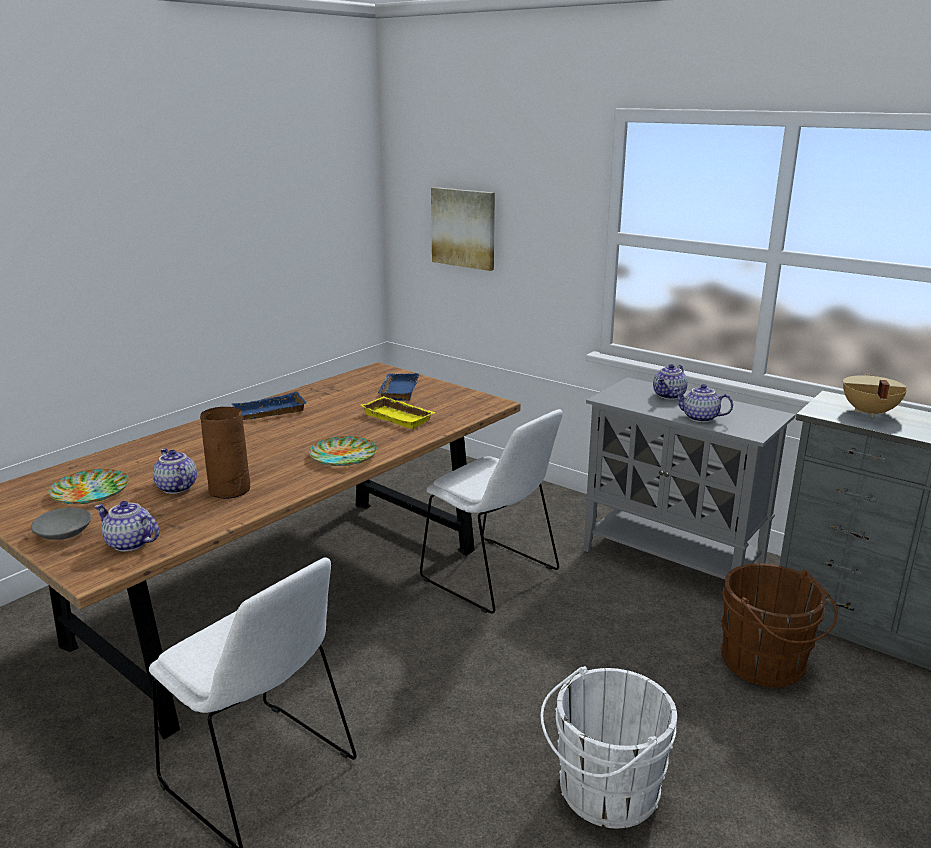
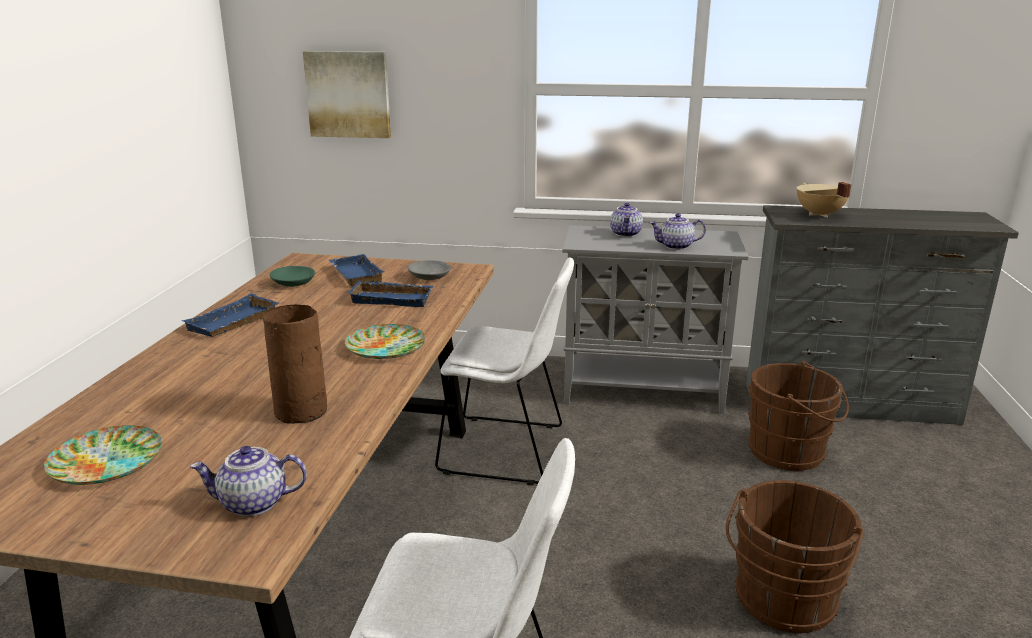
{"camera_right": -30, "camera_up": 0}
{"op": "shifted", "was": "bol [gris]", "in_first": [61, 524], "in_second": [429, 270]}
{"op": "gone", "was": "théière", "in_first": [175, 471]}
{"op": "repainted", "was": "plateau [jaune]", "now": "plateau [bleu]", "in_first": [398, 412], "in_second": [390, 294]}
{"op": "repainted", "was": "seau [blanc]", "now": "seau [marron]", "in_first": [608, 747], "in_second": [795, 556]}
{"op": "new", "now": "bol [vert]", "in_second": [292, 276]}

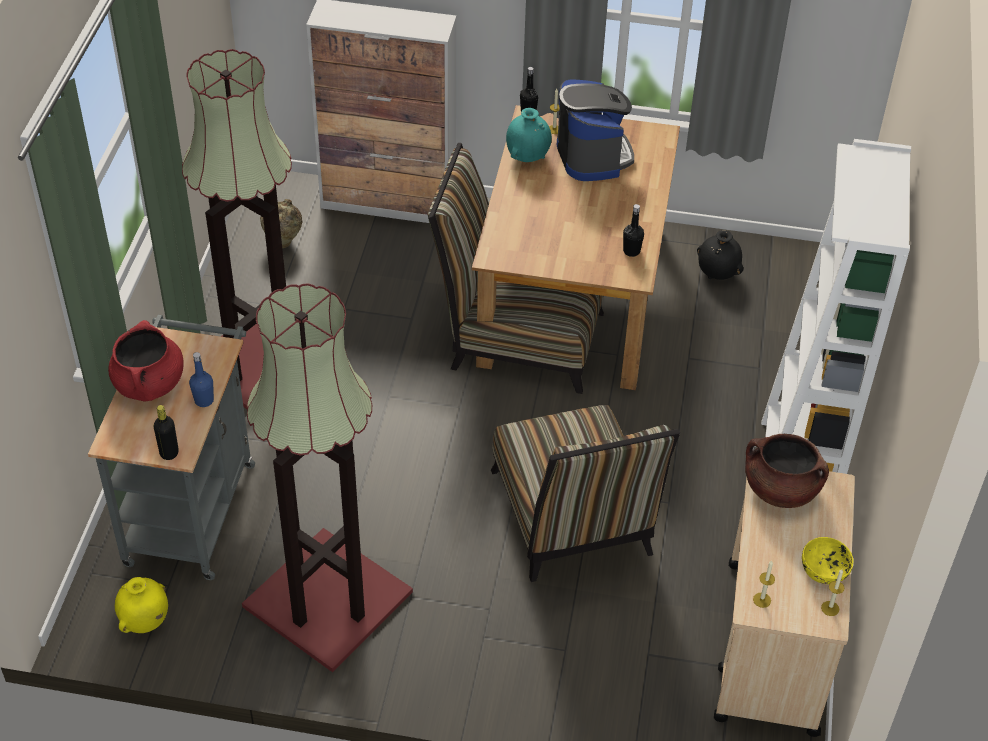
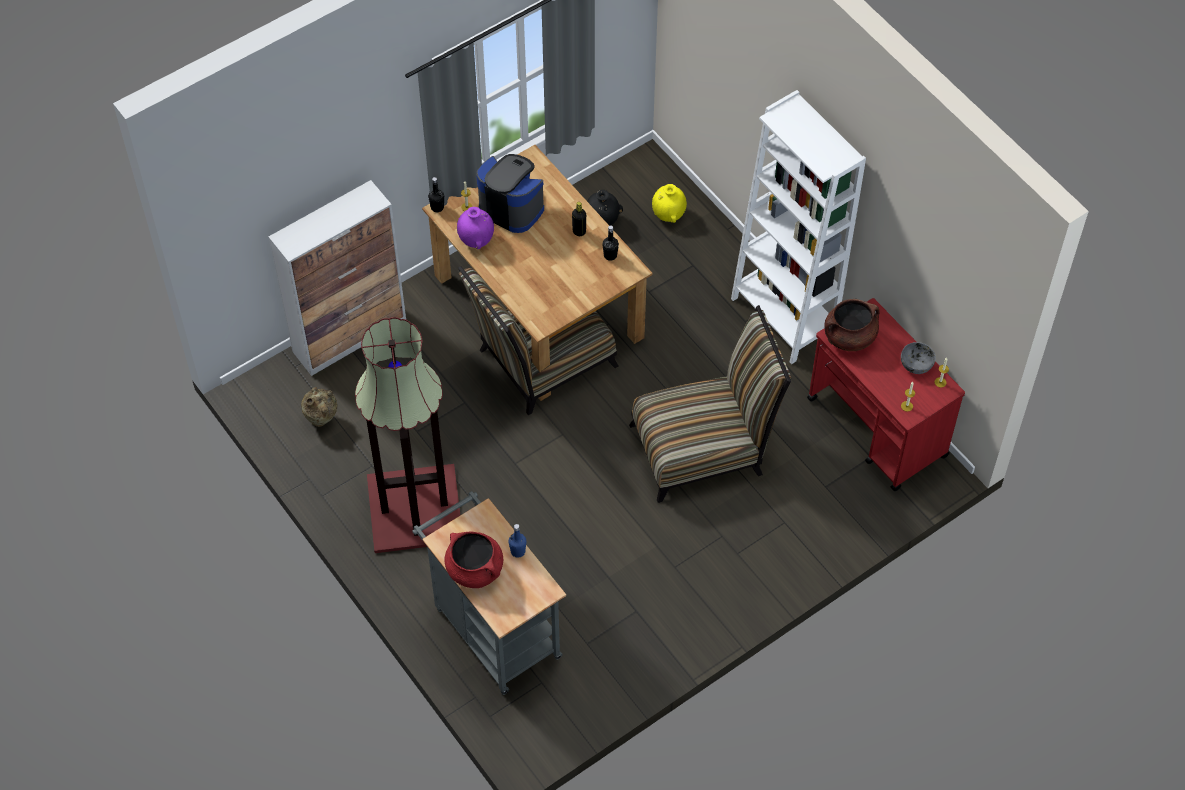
{"camera_right": -45, "camera_up": 10}
{"op": "shifted", "was": "vase [jaune]", "in_first": [141, 605], "in_second": [669, 203]}
{"op": "shifted", "was": "bouteille [noir]", "in_first": [166, 432], "in_second": [579, 219]}
{"op": "gone", "was": "lampadaire", "in_first": [327, 477]}
{"op": "rotated", "was": "chaise", "in_first": [585, 493], "in_second": [710, 404], "clockwise": -45}
{"op": "repainted", "was": "vase [turquoise]", "now": "vase [violet]", "in_first": [529, 135], "in_second": [475, 228]}
{"op": "repainted", "was": "chariot [beige]", "now": "chariot [rouge]", "in_first": [784, 604], "in_second": [886, 394]}
{"op": "repainted", "was": "bol [jaune]", "now": "bol [gris]", "in_first": [828, 560], "in_second": [918, 358]}

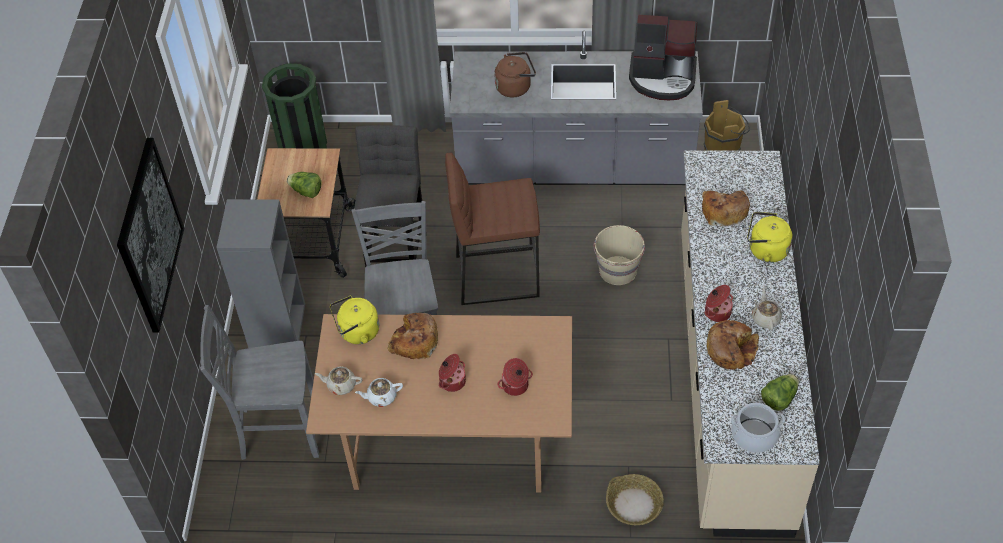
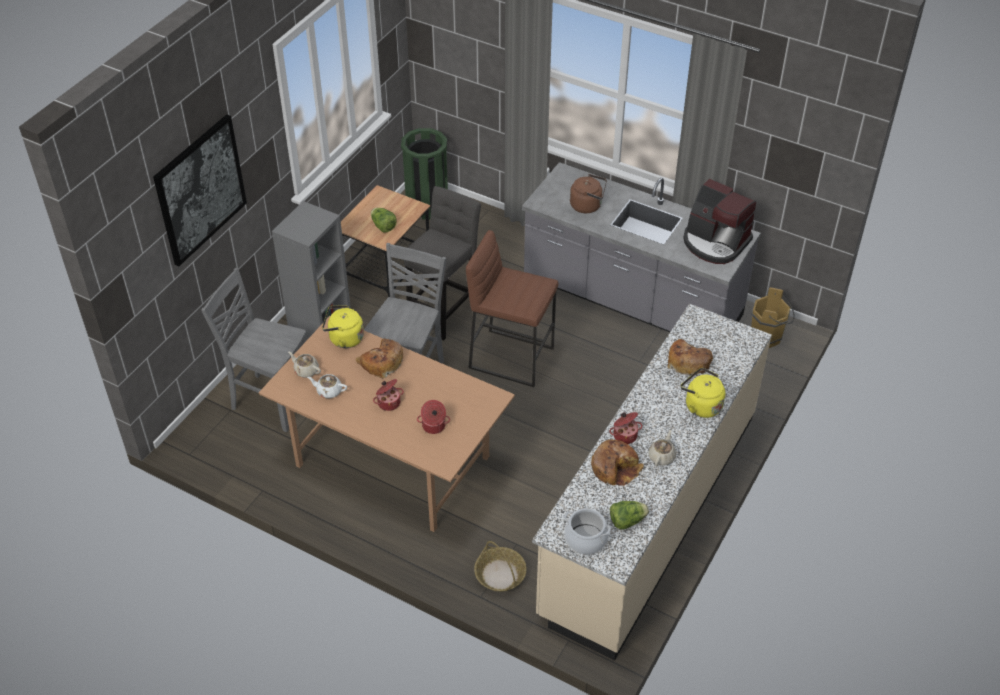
{"camera_right": 25, "camera_up": -5}
{"op": "gone", "was": "seau [beige]", "in_first": [619, 255]}

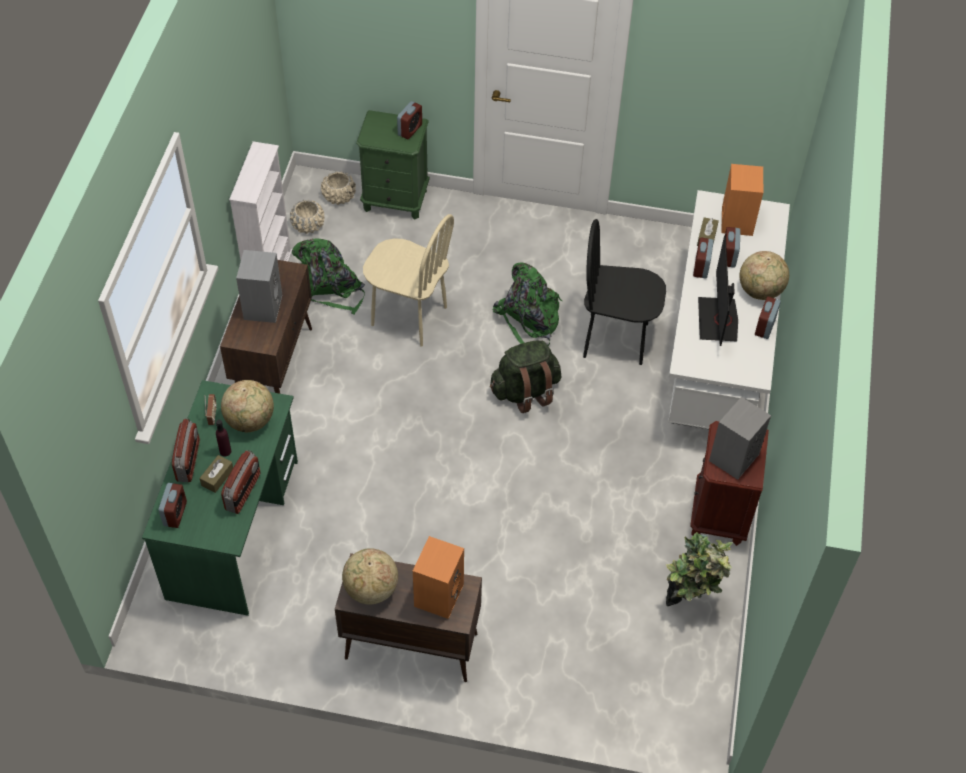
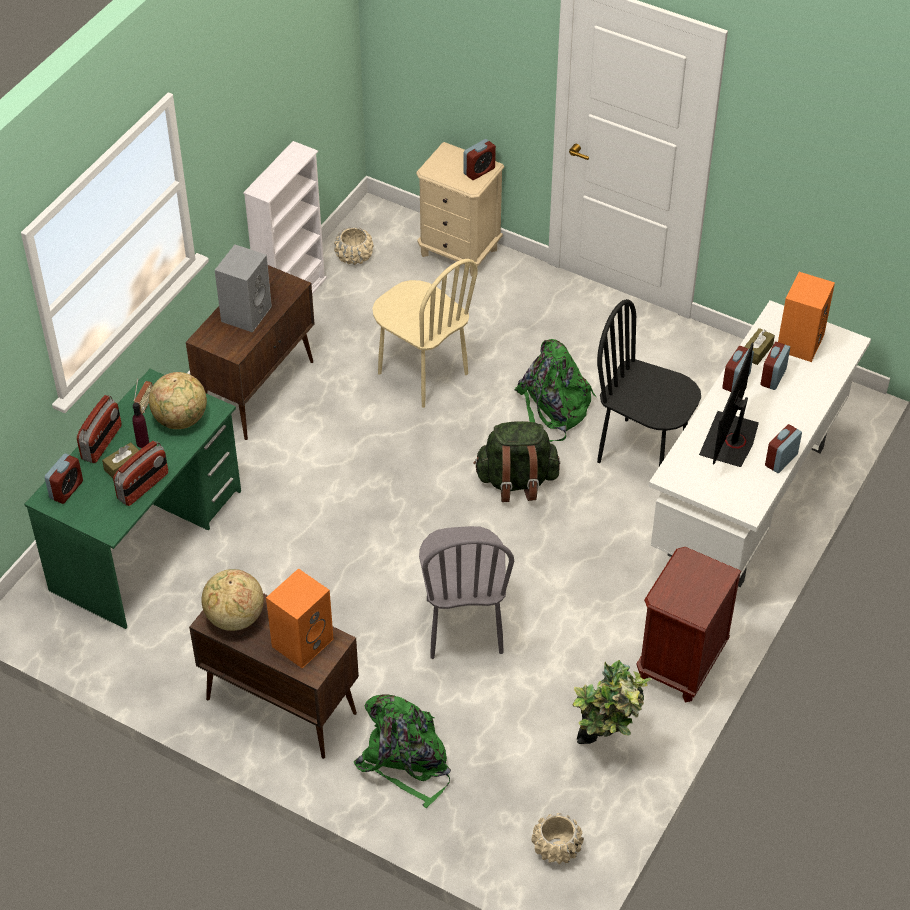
{"camera_right": 20, "camera_up": -5}
{"op": "shifted", "was": "sac à dos [vert]", "in_first": [328, 276], "in_second": [402, 751]}
{"op": "shifted", "was": "cache-pot [beige]", "in_first": [338, 188], "in_second": [557, 838]}
{"op": "repainted", "was": "table de chevet [vert]", "now": "table de chevet [beige]", "in_first": [393, 165], "in_second": [460, 209]}
{"op": "gone", "was": "enceinte [gris]", "in_first": [740, 438]}
{"op": "gone", "was": "globe", "in_first": [764, 275]}
{"op": "new", "now": "chaise [gris]", "in_second": [466, 592]}

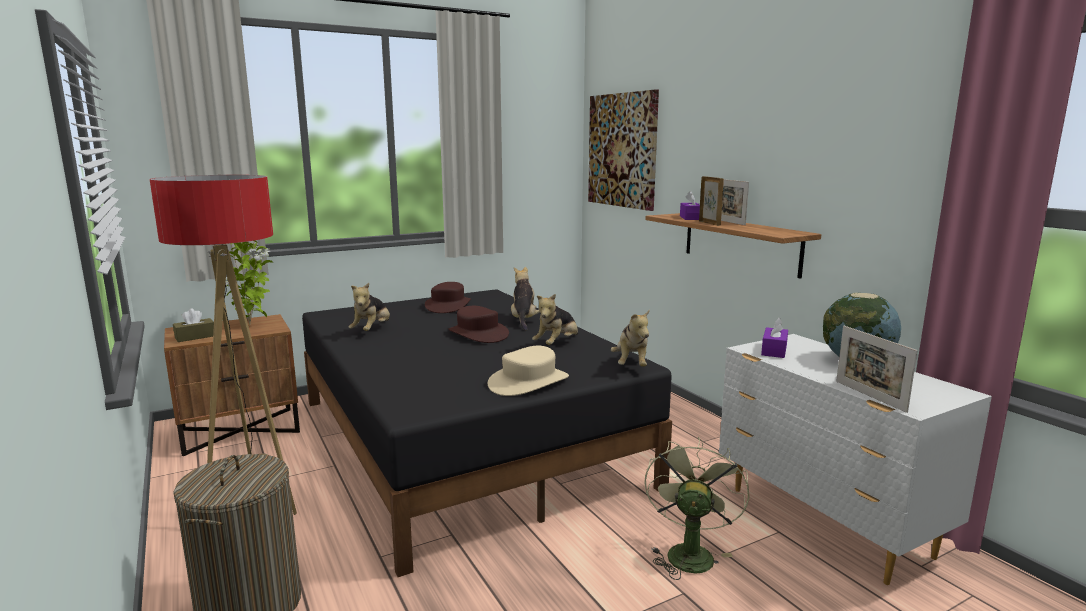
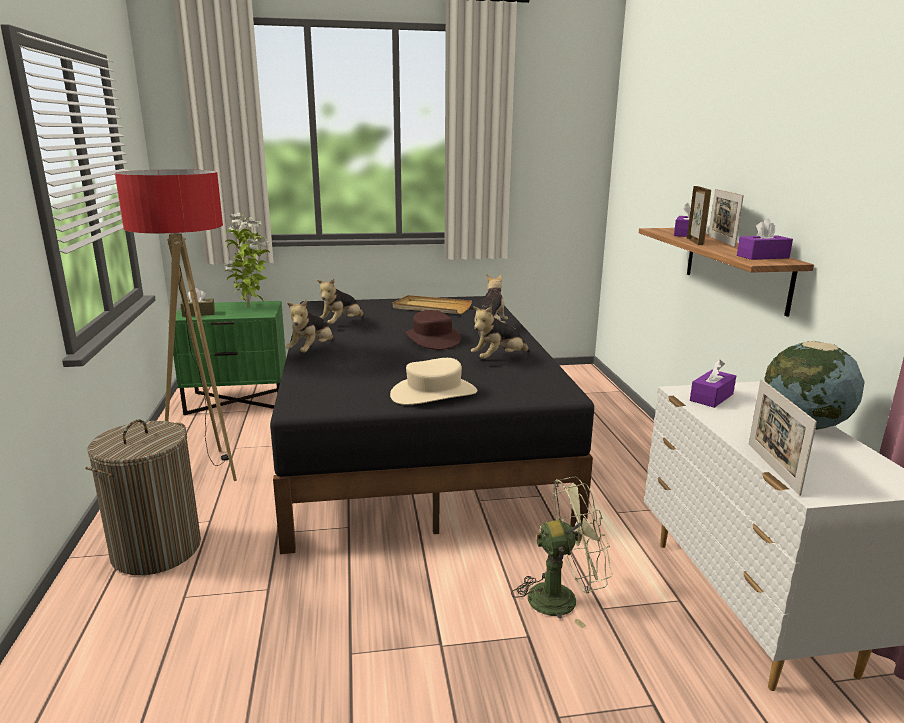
{"camera_right": 20, "camera_up": 5}
{"op": "repainted", "was": "table de chevet [marron]", "now": "table de chevet [vert]", "in_first": [232, 385], "in_second": [229, 358]}
{"op": "swapped", "was": "chapeau [marron]", "now": "plateau [beige]", "in_first": [448, 297], "in_second": [432, 304]}
{"op": "gone", "was": "tableau", "in_first": [623, 150]}
{"op": "shifted", "was": "peluche", "in_first": [630, 338], "in_second": [309, 326]}
{"op": "rotated", "was": "ventilateur [vert]", "in_first": [697, 508], "in_second": [562, 552], "clockwise": 45}
{"op": "new", "now": "boîte à mouchoirs [violet]", "in_second": [765, 239]}

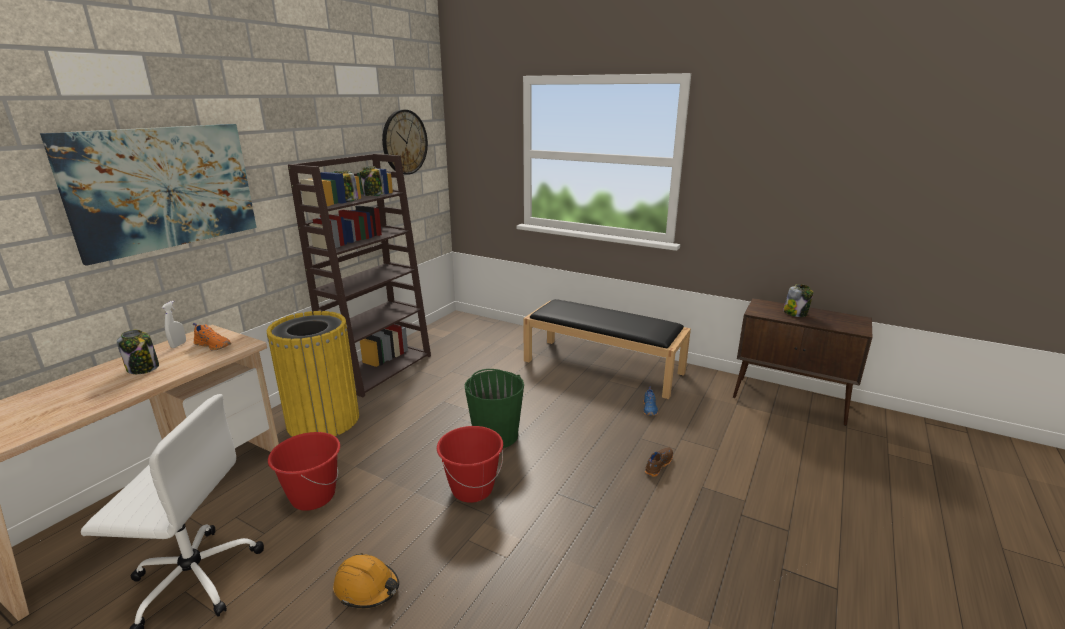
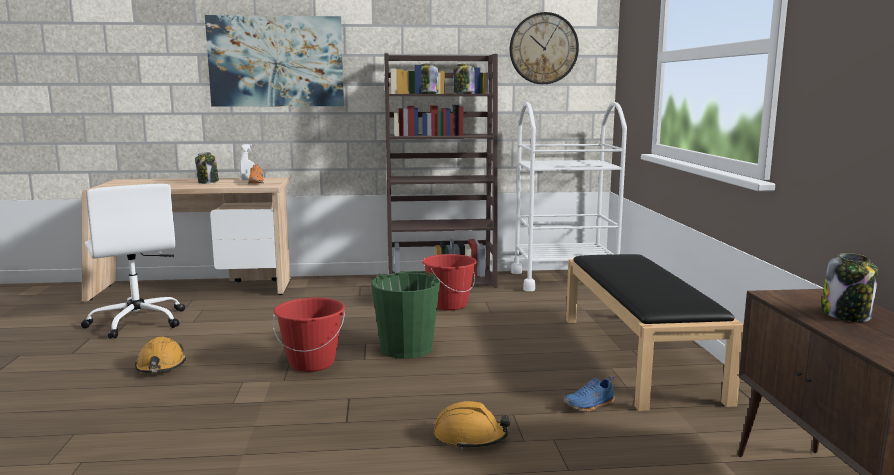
{"camera_right": 55, "camera_up": -10}
{"op": "gone", "was": "poubelle [jaune]", "in_first": [313, 374]}
{"op": "shifted", "was": "seau [rouge]", "in_first": [304, 471], "in_second": [449, 282]}
{"op": "swapped", "was": "chaussure [marron]", "now": "casque de chantier [orange]", "in_first": [659, 462], "in_second": [472, 425]}
{"op": "new", "now": "chariot [blanc]", "in_second": [569, 196]}

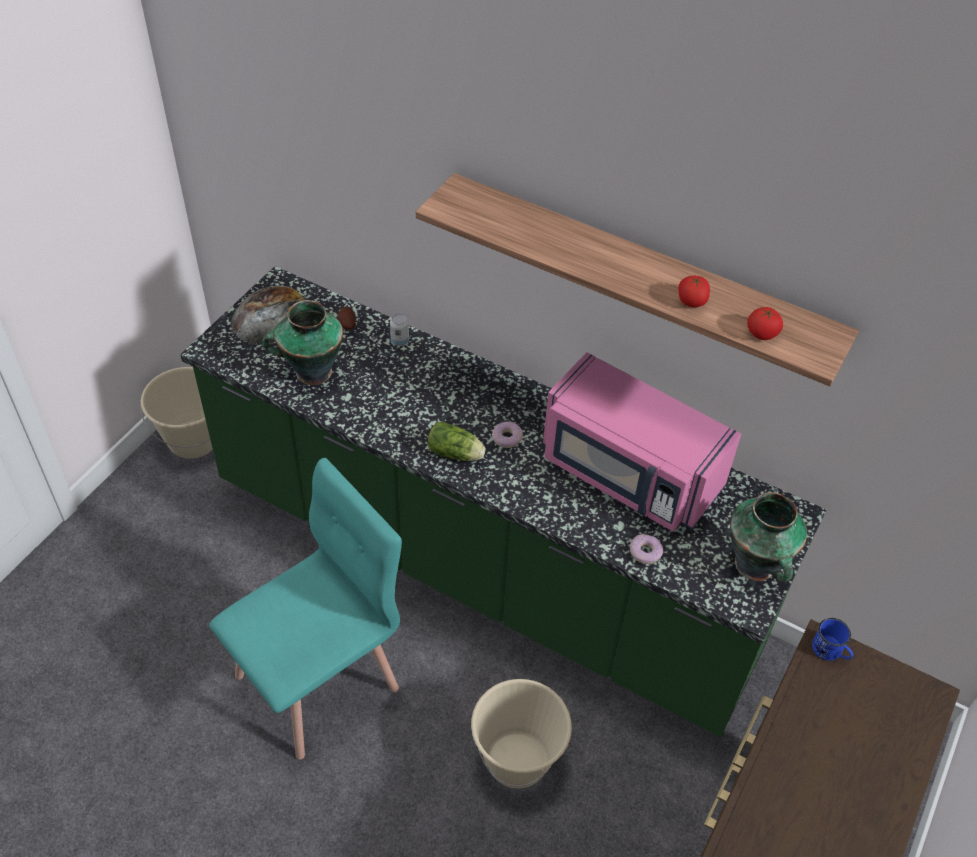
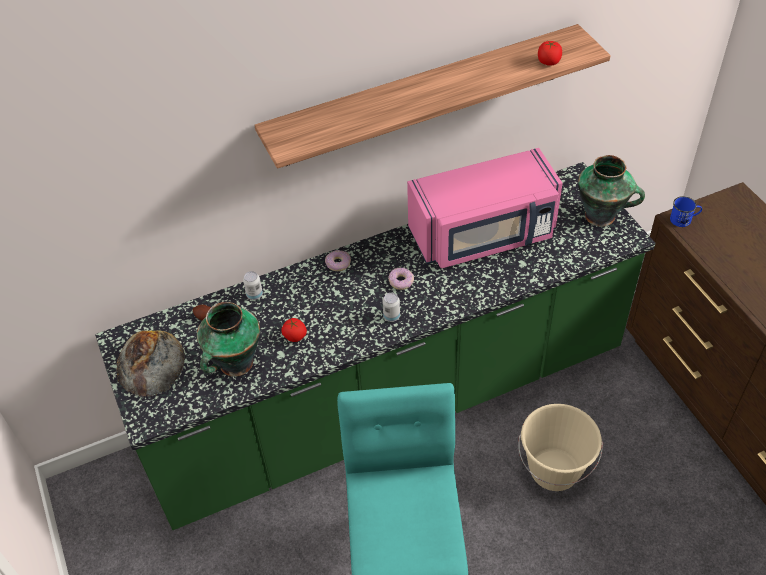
{"camera_right": -50, "camera_up": 0}
{"op": "gone", "was": "seau [beige]", "in_first": [176, 413]}
{"op": "swapped", "was": "laitue", "now": "boîte métallique", "in_first": [457, 441], "in_second": [391, 307]}
{"op": "shifted", "was": "beignet", "in_first": [646, 549], "in_second": [338, 260]}
{"op": "shifted", "was": "tomate", "in_first": [694, 291], "in_second": [294, 330]}

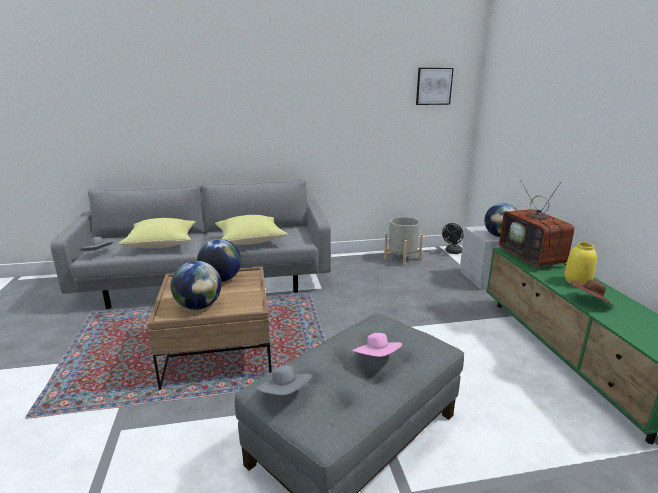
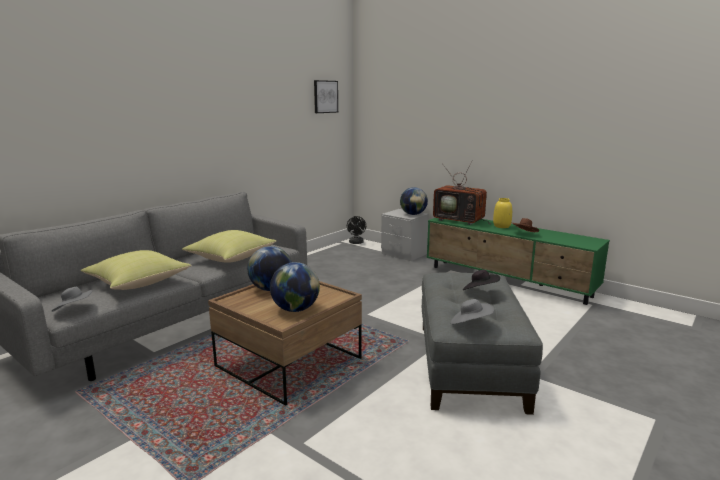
{"camera_right": -40, "camera_up": -5}
{"op": "repainted", "was": "chapeau [rose]", "now": "chapeau [noir]", "in_first": [377, 345], "in_second": [481, 280]}
{"op": "gone", "was": "cache-pot [gris]", "in_first": [403, 241]}

